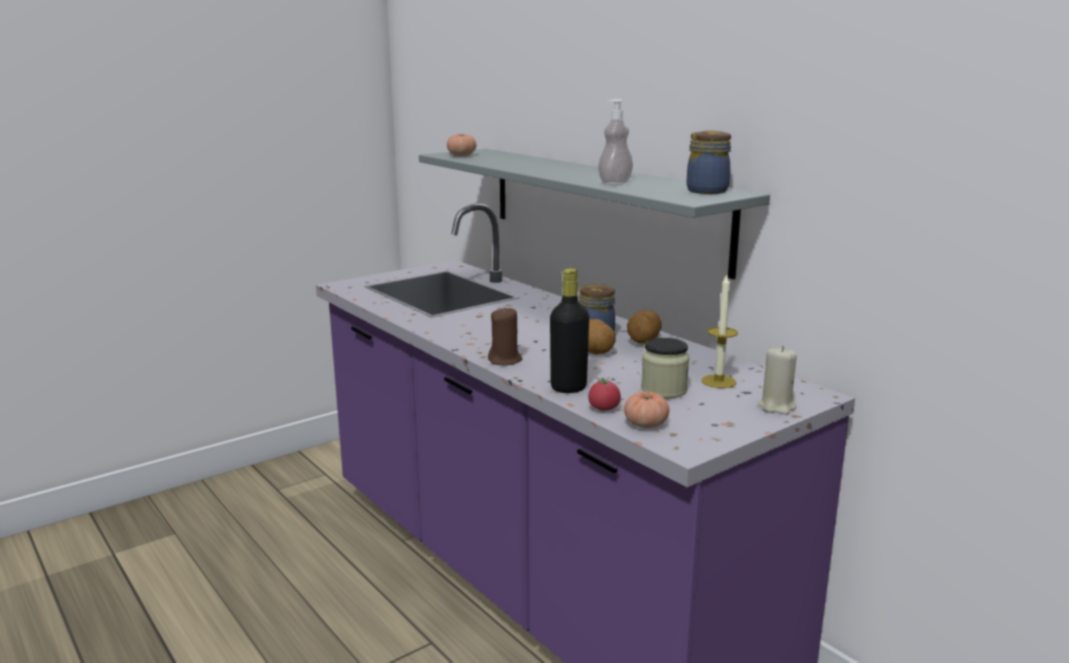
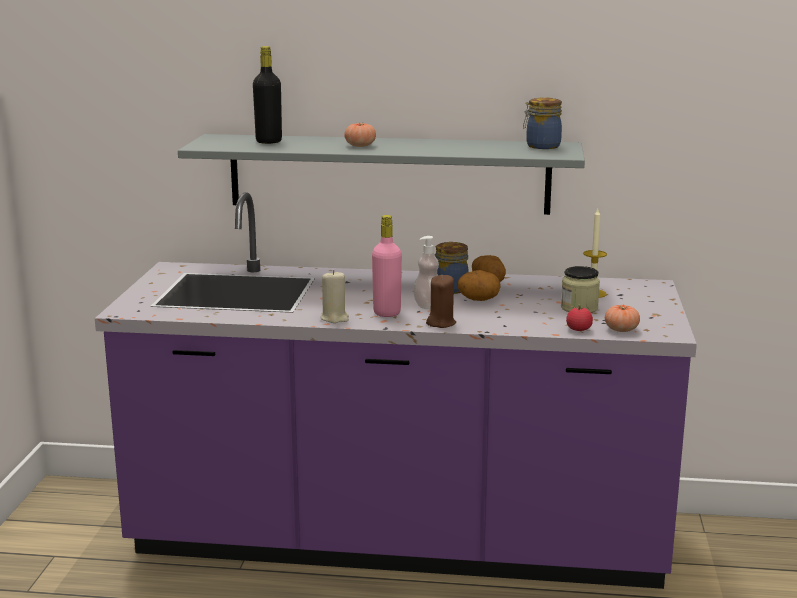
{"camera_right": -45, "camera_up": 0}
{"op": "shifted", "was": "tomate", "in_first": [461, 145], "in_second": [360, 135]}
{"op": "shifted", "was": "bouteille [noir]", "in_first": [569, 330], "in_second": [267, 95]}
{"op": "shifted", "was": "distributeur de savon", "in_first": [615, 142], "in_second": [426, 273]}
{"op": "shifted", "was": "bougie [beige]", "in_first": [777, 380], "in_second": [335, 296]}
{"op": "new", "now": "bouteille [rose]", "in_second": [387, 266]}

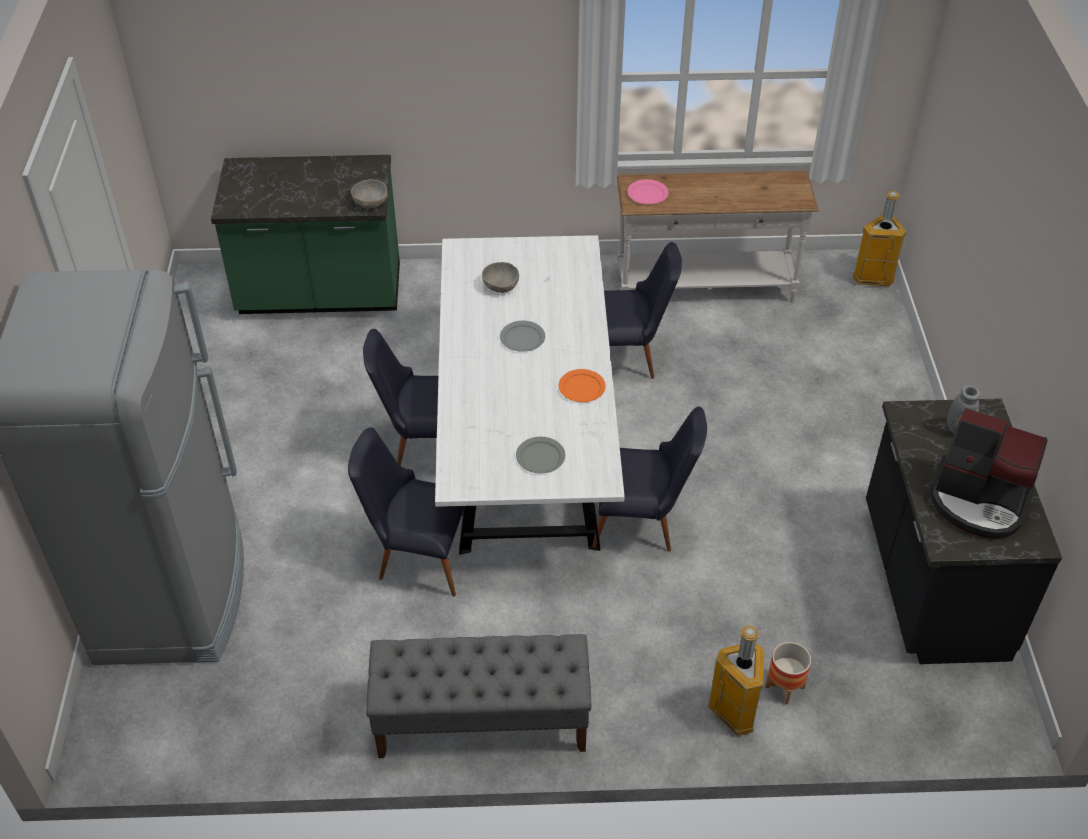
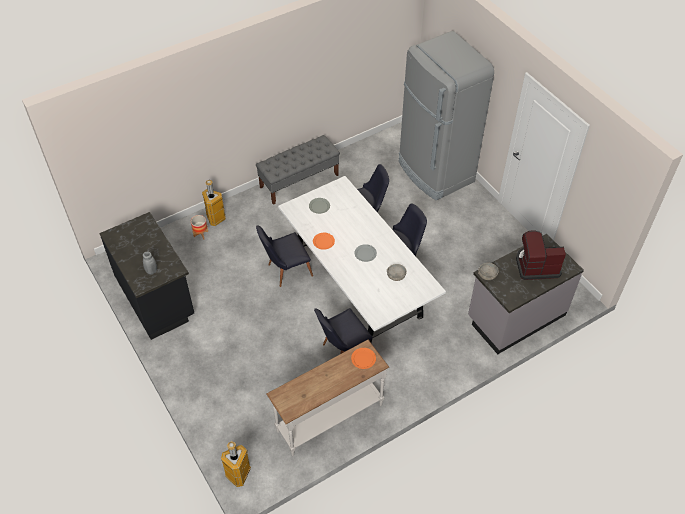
{"camera_right": 150, "camera_up": 5}
{"op": "repainted", "was": "comptoir de cuisine [vert]", "now": "comptoir de cuisine [gris]", "in_first": [305, 234], "in_second": [526, 294]}
{"op": "repainted", "was": "assiette [rose]", "now": "assiette [orange]", "in_first": [648, 191], "in_second": [363, 358]}
{"op": "shifted", "was": "machine à café", "in_first": [988, 473], "in_second": [541, 255]}

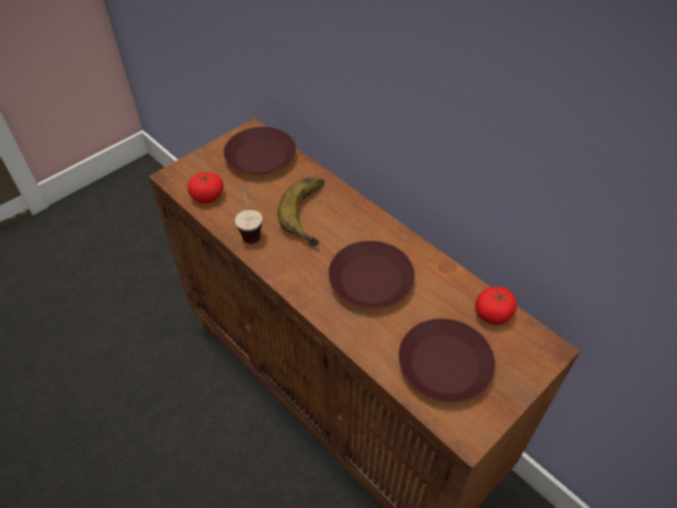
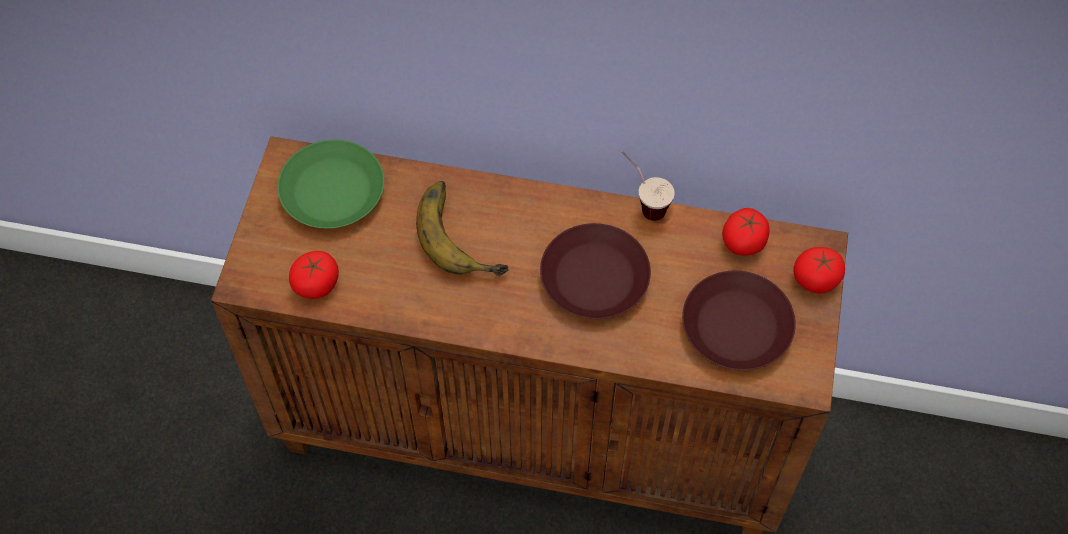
{"camera_right": -35, "camera_up": 10}
{"op": "repainted", "was": "assiette [marron]", "now": "assiette [vert]", "in_first": [260, 151], "in_second": [330, 184]}
{"op": "shifted", "was": "tasse", "in_first": [248, 212], "in_second": [648, 186]}
{"op": "new", "now": "tomate", "in_second": [819, 270]}

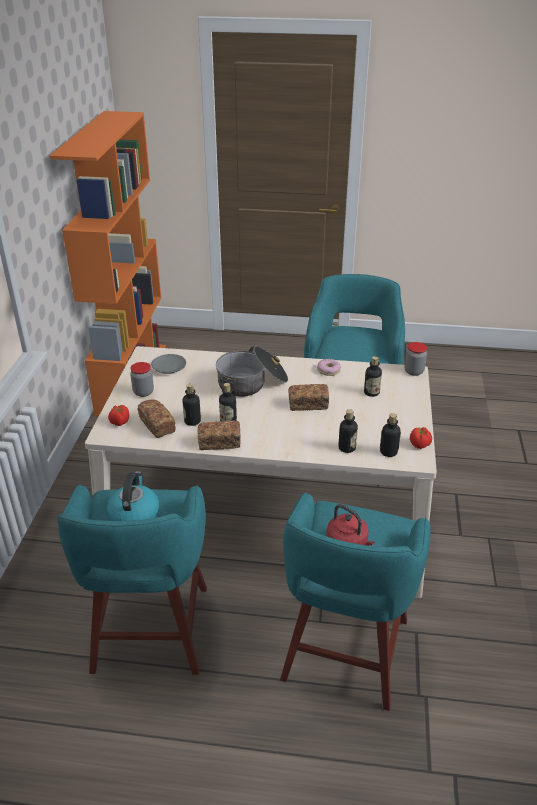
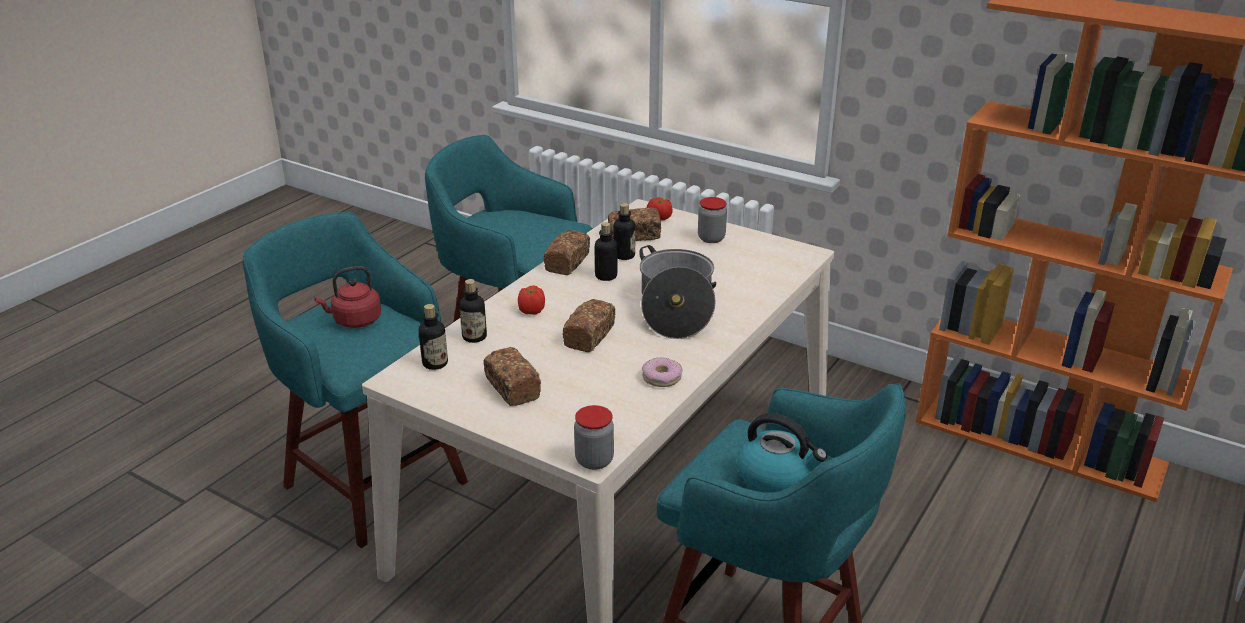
{"camera_right": 115, "camera_up": -5}
{"op": "shifted", "was": "bouilloire", "in_first": [133, 496], "in_second": [782, 453]}
{"op": "gone", "was": "assiette [gris]", "in_first": [168, 364]}
{"op": "gone", "was": "bouteille", "in_first": [373, 376]}
{"op": "shifted", "was": "tomate", "in_first": [421, 438], "in_second": [531, 300]}
{"op": "new", "now": "pain", "in_second": [512, 376]}

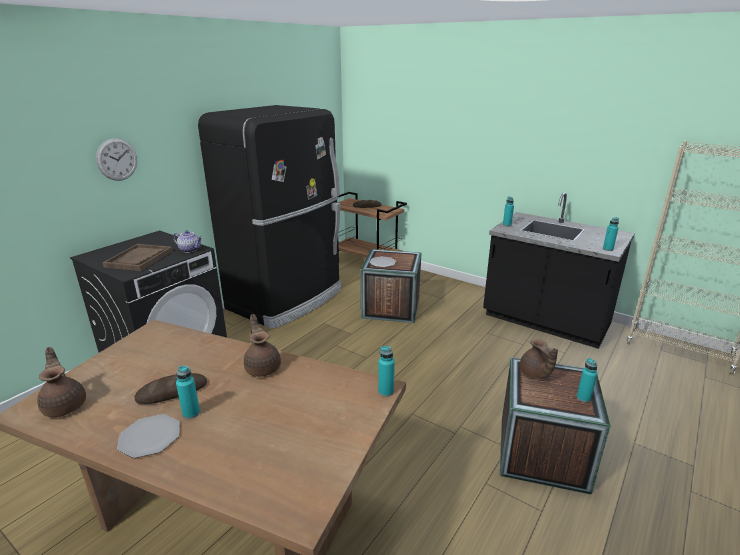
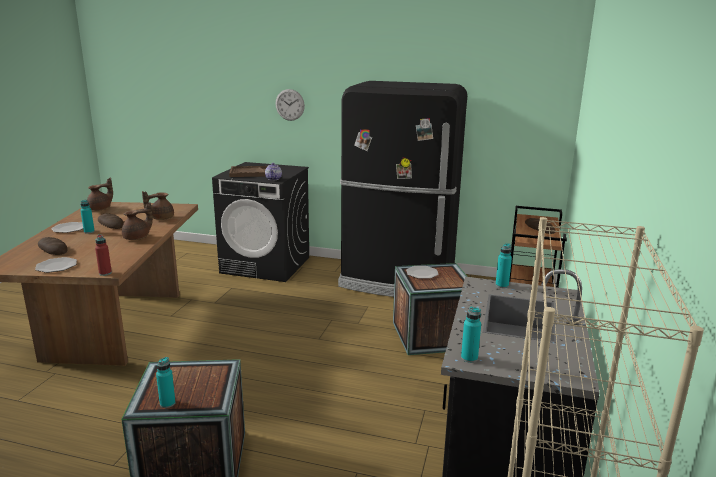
{"camera_right": 70, "camera_up": -5}
{"op": "repainted", "was": "bouteille [turquoise]", "now": "bouteille [rouge]", "in_first": [386, 371], "in_second": [103, 255]}
{"op": "shifted", "was": "théière [marron]", "in_first": [539, 359], "in_second": [158, 205]}
{"op": "new", "now": "assiette", "in_second": [56, 265]}
{"op": "new", "now": "pain", "in_second": [53, 246]}

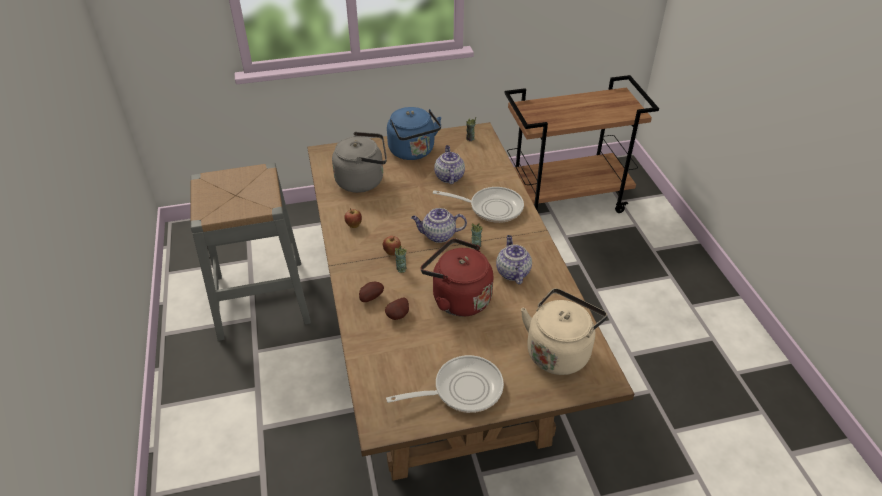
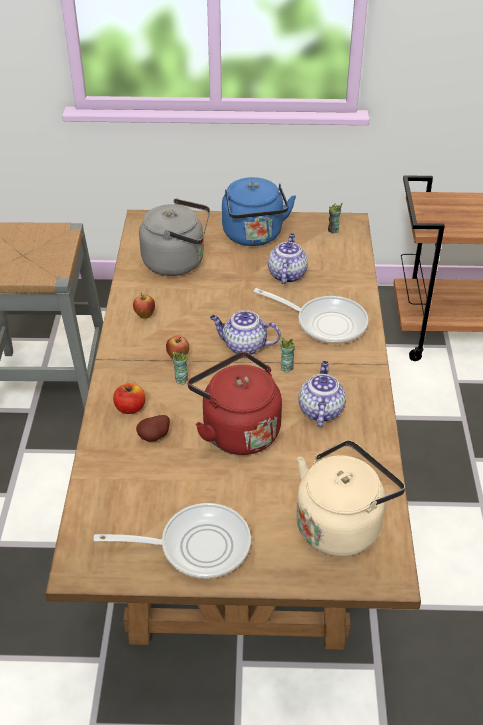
{"camera_right": 15, "camera_up": 0}
{"op": "swapped", "was": "pomme de terre", "now": "pomme", "in_first": [371, 292], "in_second": [129, 398]}

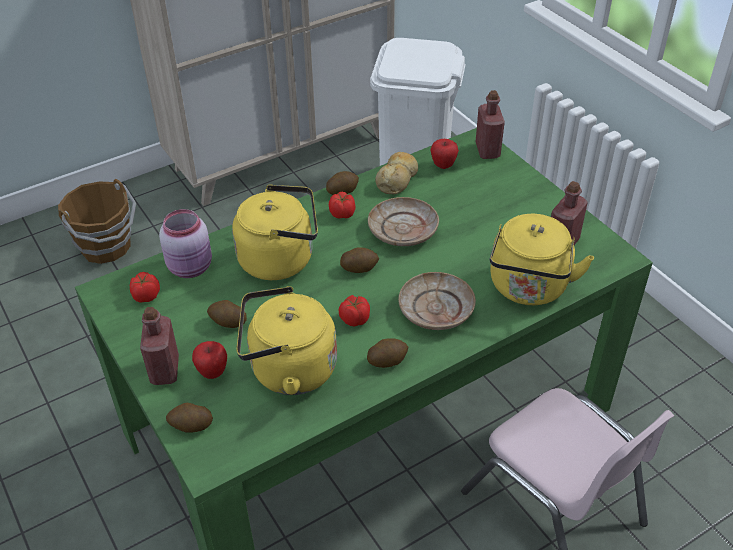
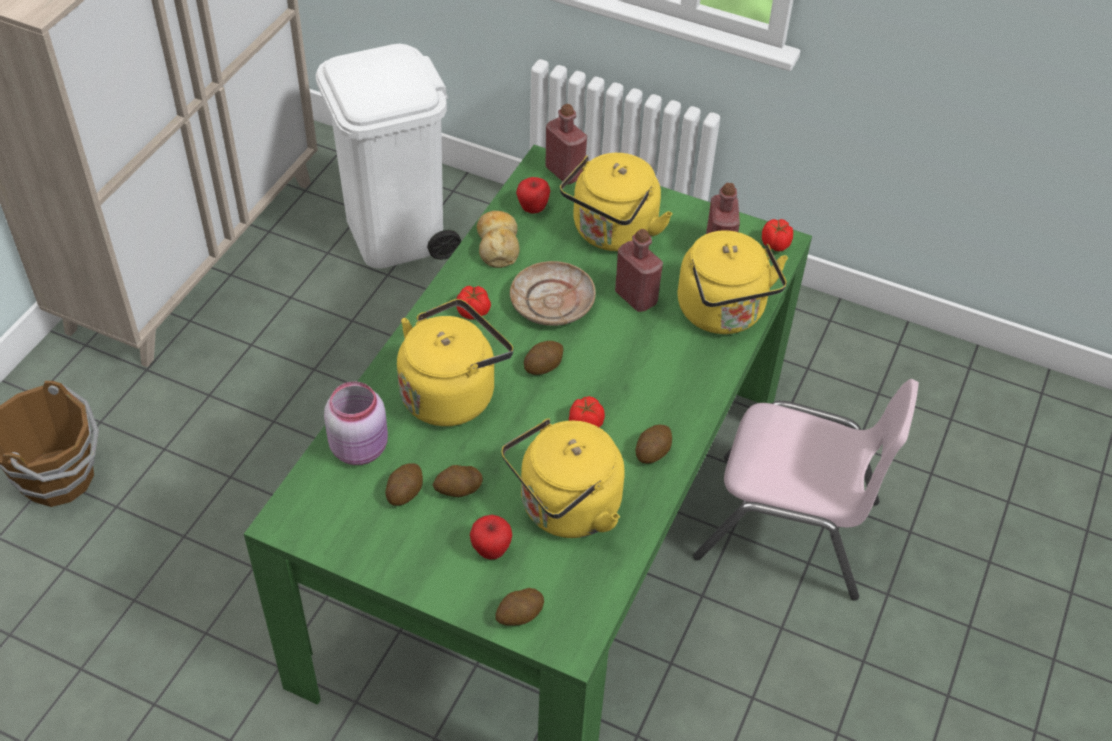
{"camera_right": -35, "camera_up": 5}
{"op": "shifted", "was": "tomate", "in_first": [145, 287], "in_second": [777, 235]}
{"op": "shifted", "was": "bouteille [rouge]", "in_first": [159, 346], "in_second": [639, 270]}
{"op": "shifted", "was": "pomme de terre", "in_first": [342, 183], "in_second": [404, 484]}
{"op": "gone", "was": "assiette [beige]", "in_first": [437, 301]}
{"op": "new", "now": "bouilloire [jaune]", "in_second": [616, 202]}

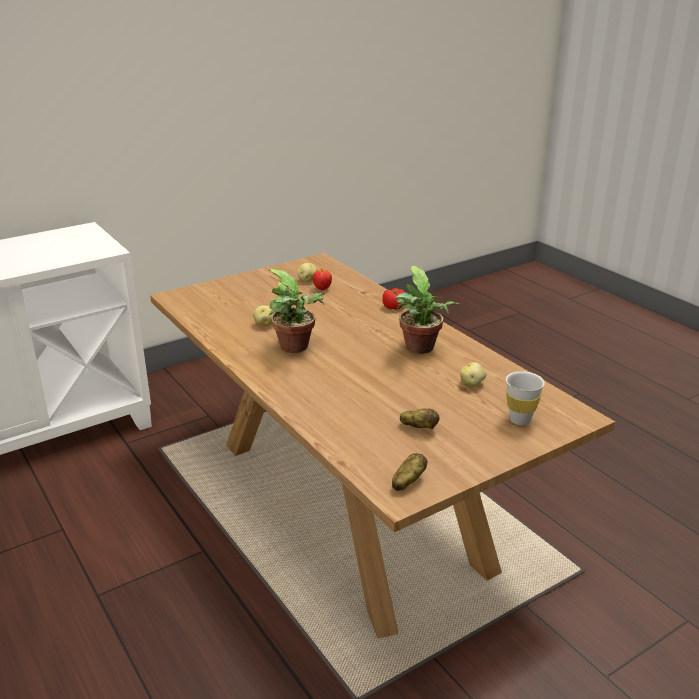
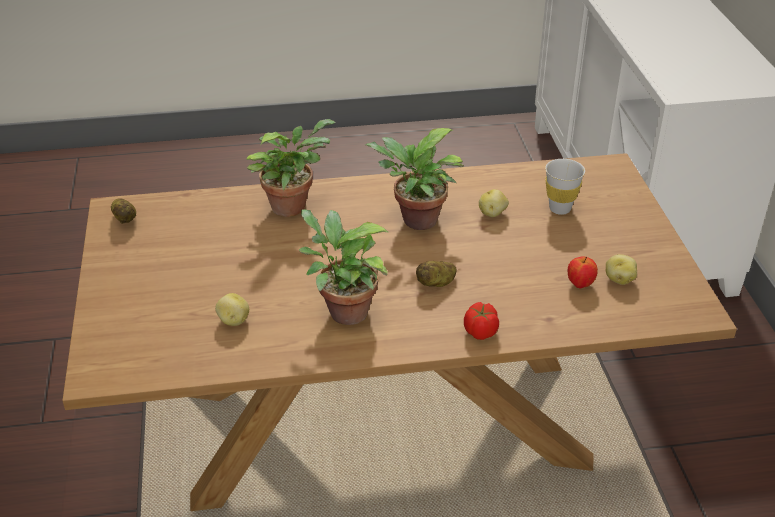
{"camera_right": 115, "camera_up": 10}
{"op": "shifted", "was": "pomme de terre", "in_first": [420, 418], "in_second": [436, 274]}
{"op": "shifted", "was": "tasse [blanc]", "in_first": [525, 398], "in_second": [565, 187]}
{"op": "new", "now": "plante en pot", "in_second": [291, 168]}

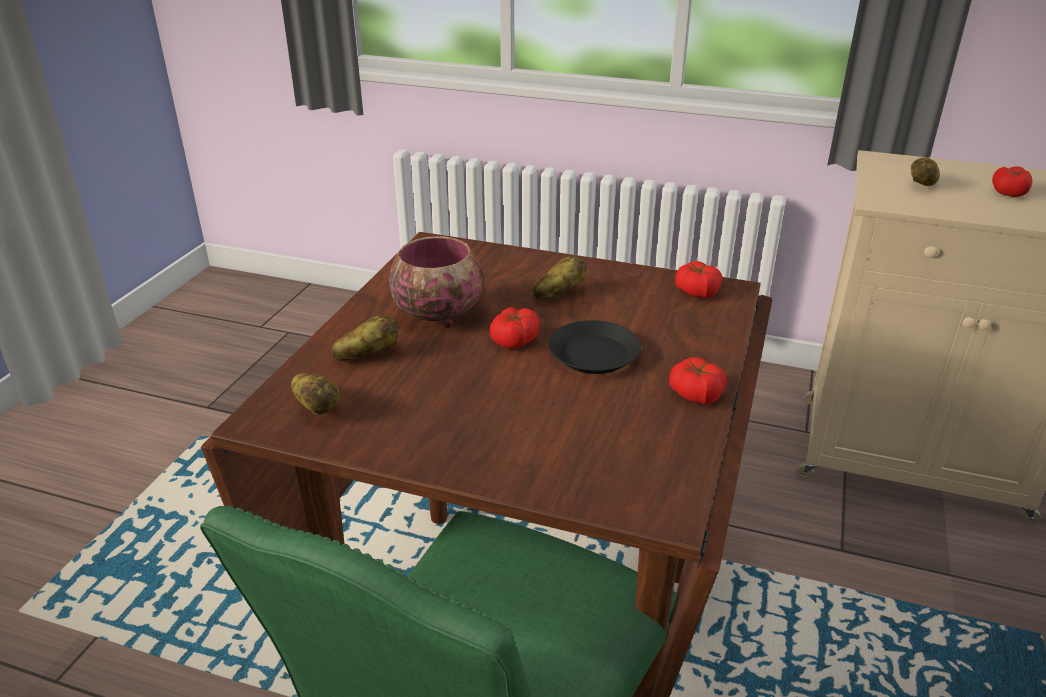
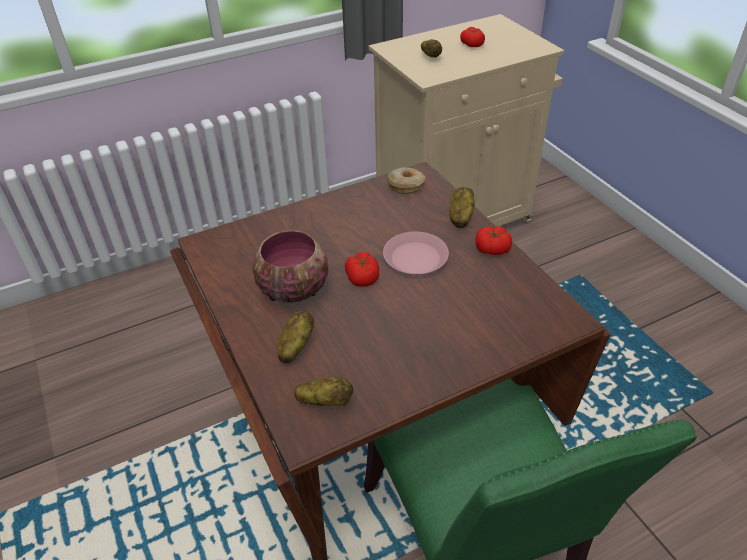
{"camera_right": -45, "camera_up": 10}
{"op": "shifted", "was": "pomme de terre", "in_first": [560, 278], "in_second": [462, 207]}
{"op": "repainted", "was": "assiette [noir]", "now": "assiette [rose]", "in_first": [594, 347], "in_second": [416, 253]}
{"op": "swapped", "was": "tomate", "now": "beignet", "in_first": [699, 279], "in_second": [406, 180]}

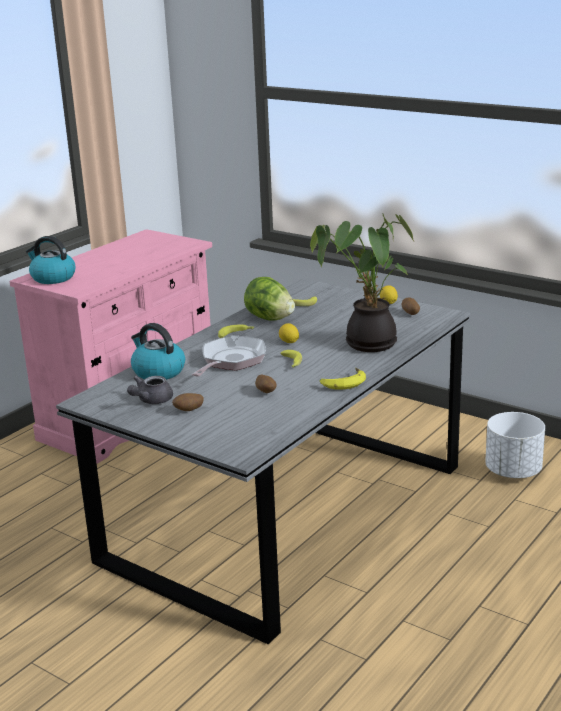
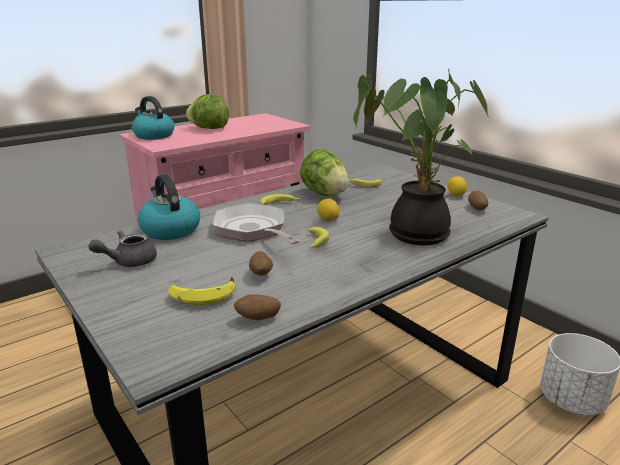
{"camera_right": 15, "camera_up": 0}
{"op": "shifted", "was": "pomme de terre", "in_first": [188, 402], "in_second": [257, 307]}
{"op": "rotated", "was": "poêle", "in_first": [229, 356], "in_second": [256, 223], "clockwise": -75}
{"op": "shifted", "was": "banane", "in_first": [343, 379], "in_second": [201, 291]}
{"op": "new", "now": "laitue", "in_second": [207, 111]}

